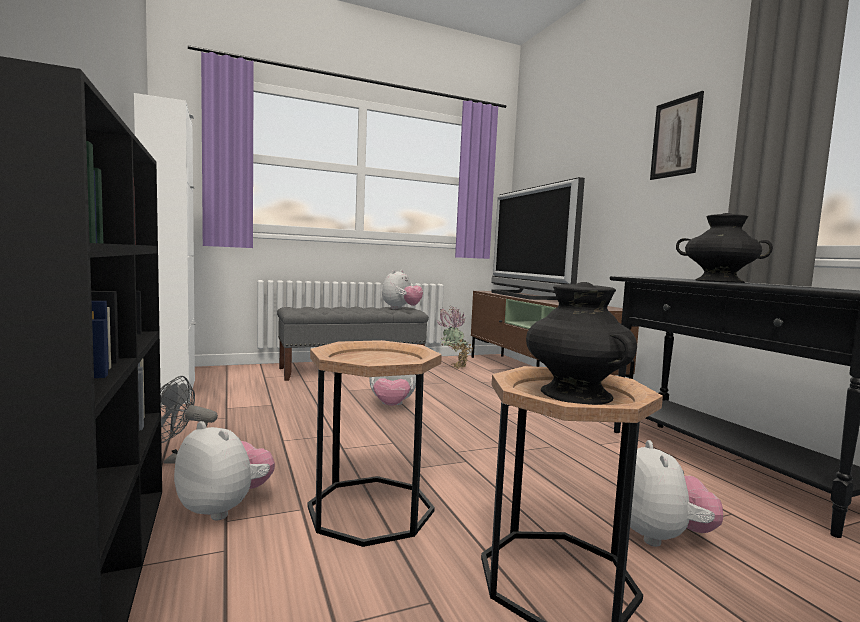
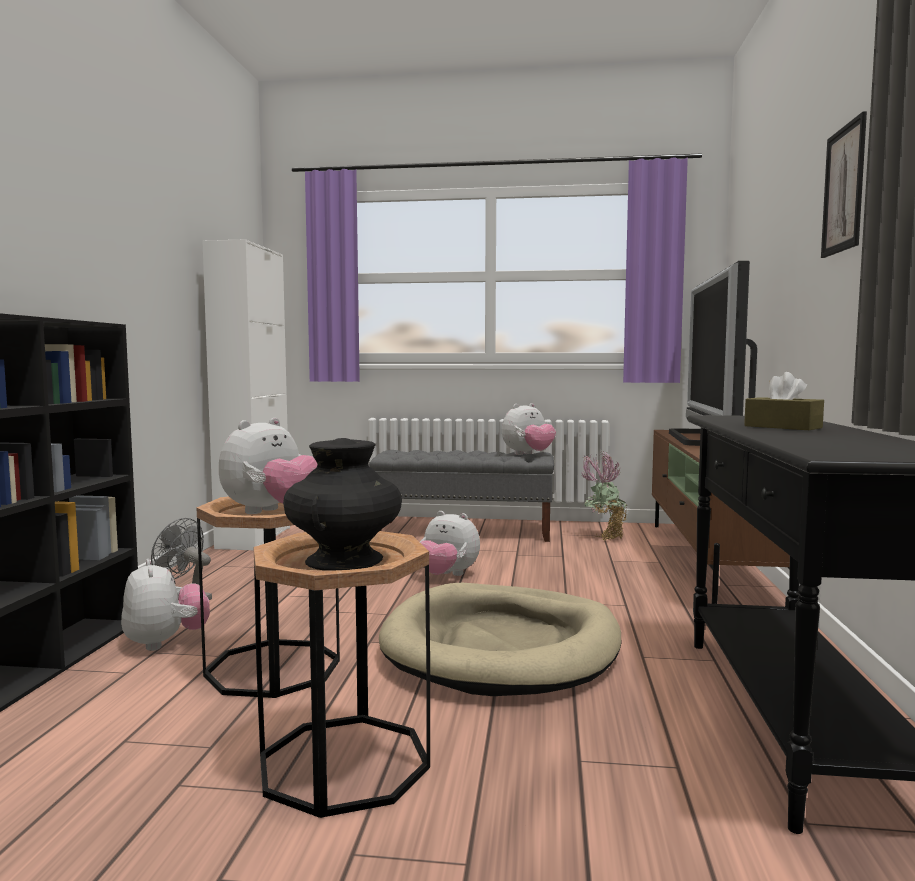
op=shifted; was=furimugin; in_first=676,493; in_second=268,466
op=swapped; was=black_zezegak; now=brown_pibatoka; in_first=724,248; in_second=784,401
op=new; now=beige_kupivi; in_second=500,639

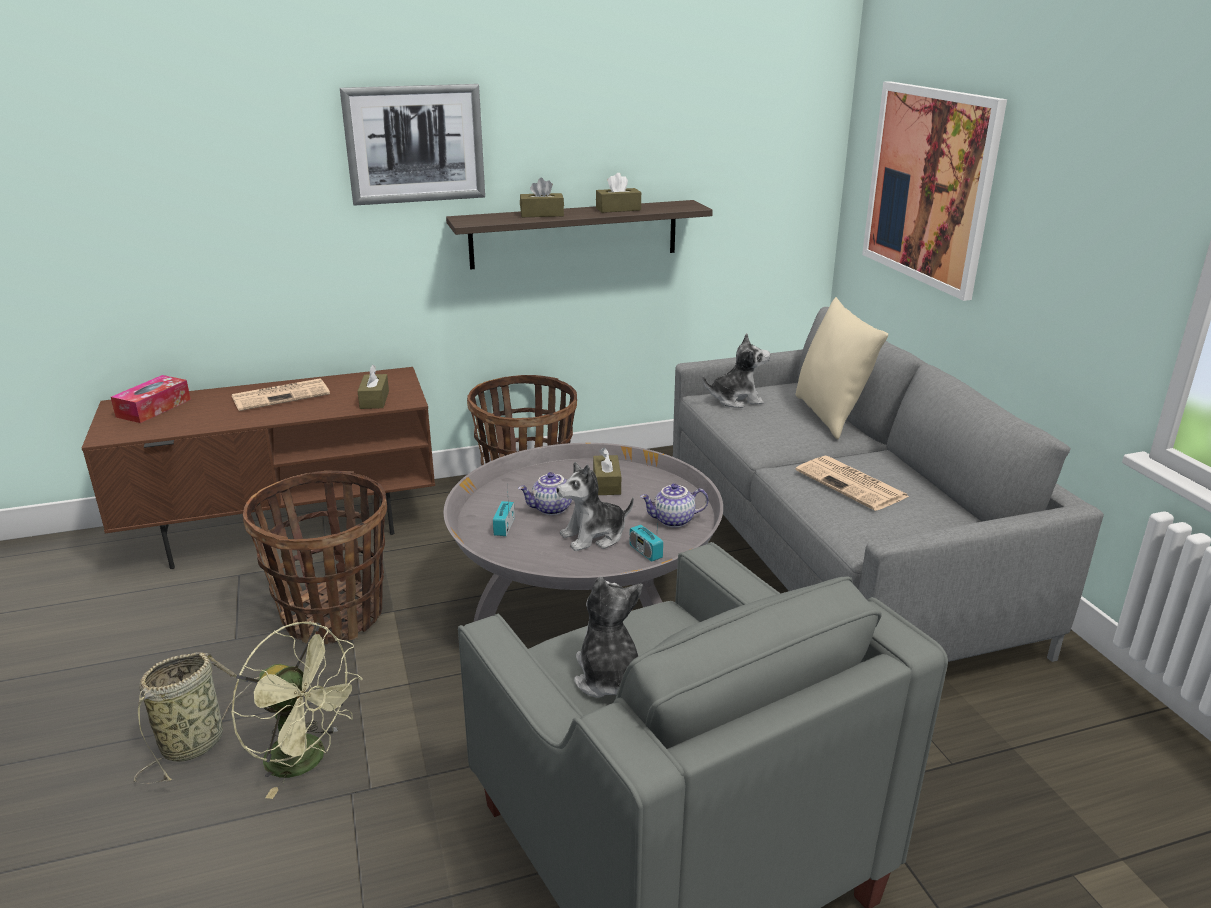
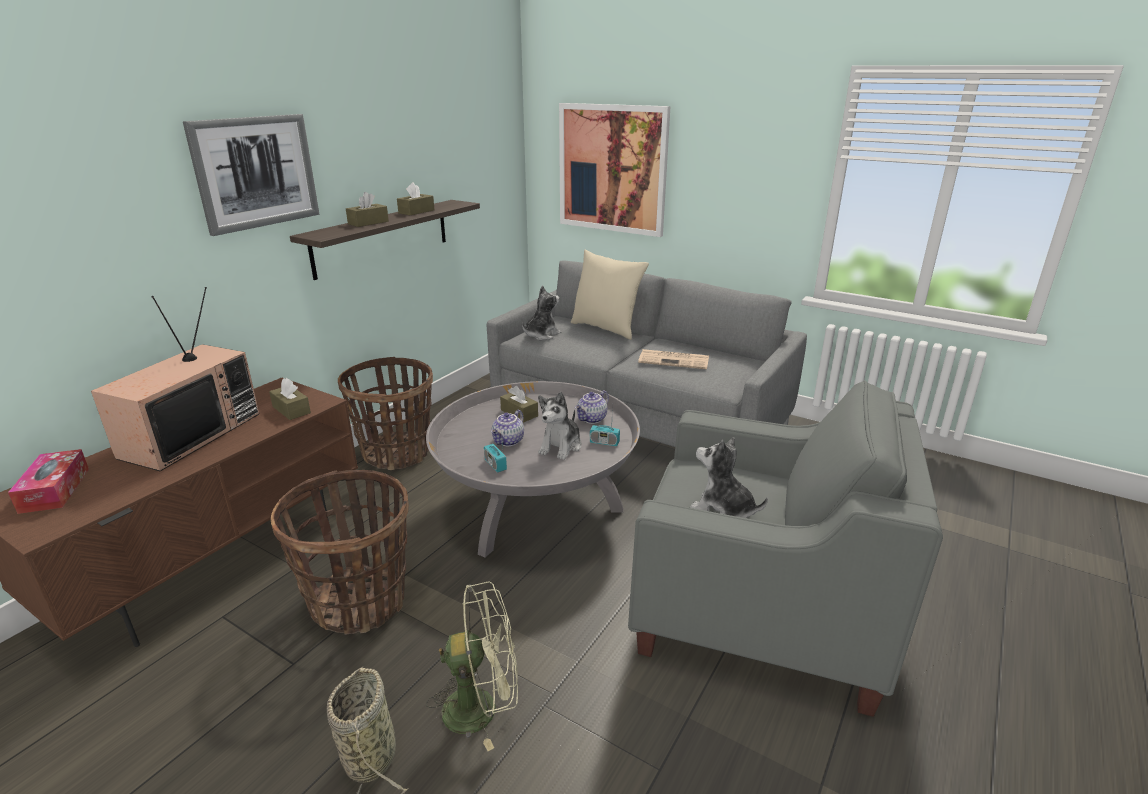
op=swapped; was=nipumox; now=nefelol; in_first=281,394; in_second=175,379

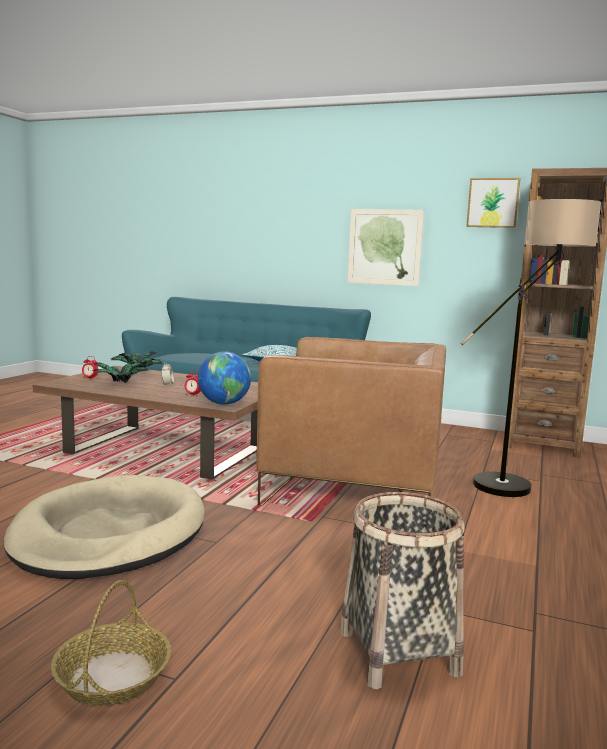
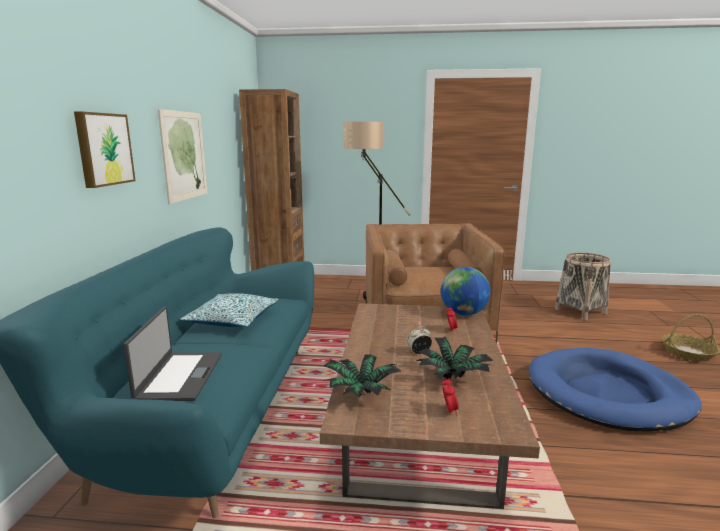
op=repainted; was=beige_kupivi; now=blue_kupivi; in_first=104,527; in_second=615,390
op=shifted; was=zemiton; in_first=493,203; in_second=104,150
op=new; now=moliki; in_second=172,353

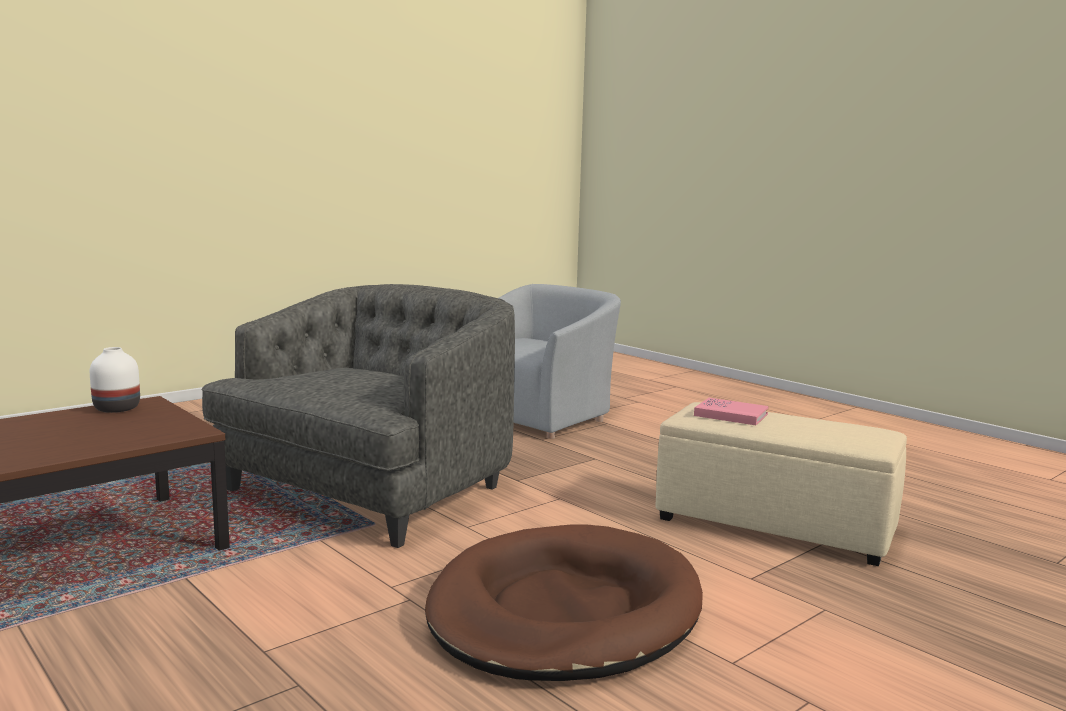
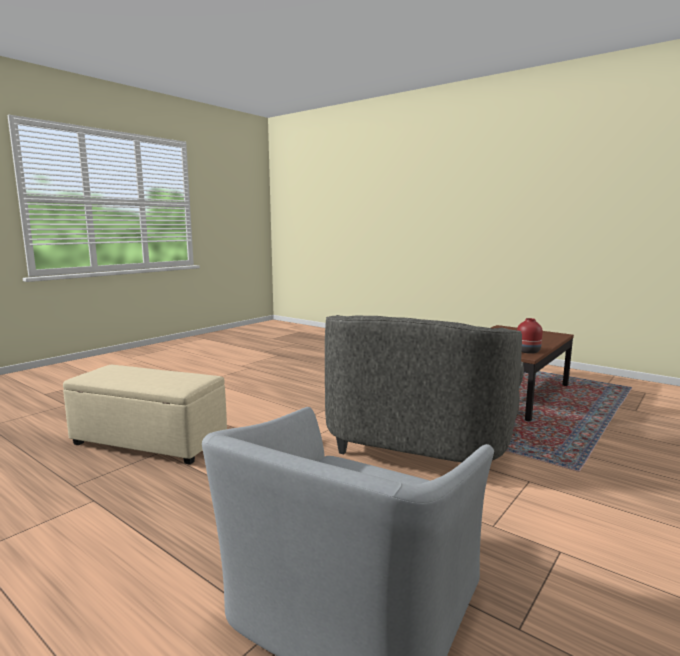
op=repainted; was=white_zezegak; now=red_zezegak; in_first=115,380; in_second=530,336
op=gone; was=brown_kupivi; in_first=564,602
op=gone; was=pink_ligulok; in_first=731,411

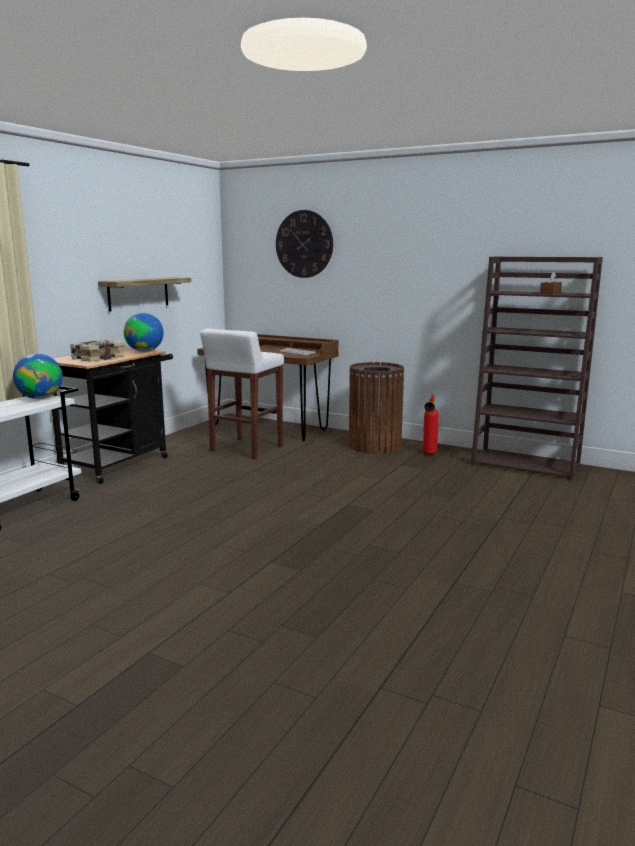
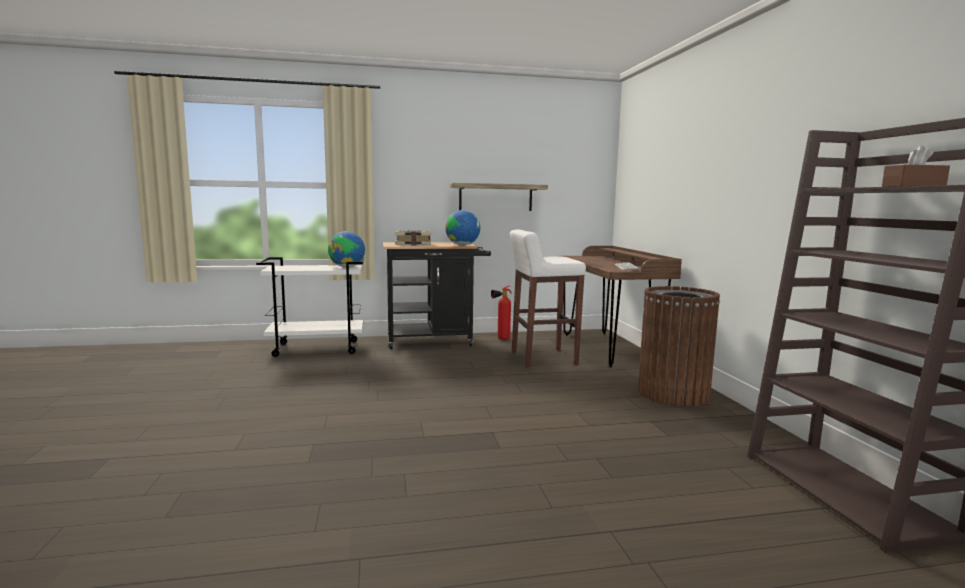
op=gone; was=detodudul; in_first=304,244
op=shifted; was=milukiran; in_first=431,424; in_second=501,312

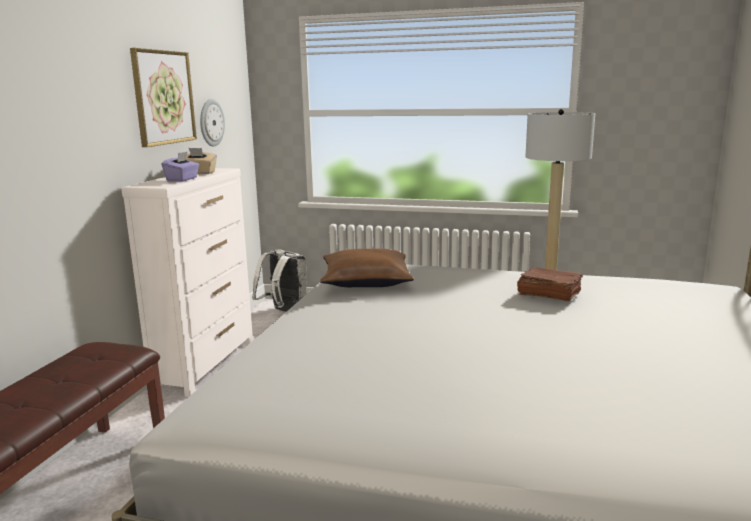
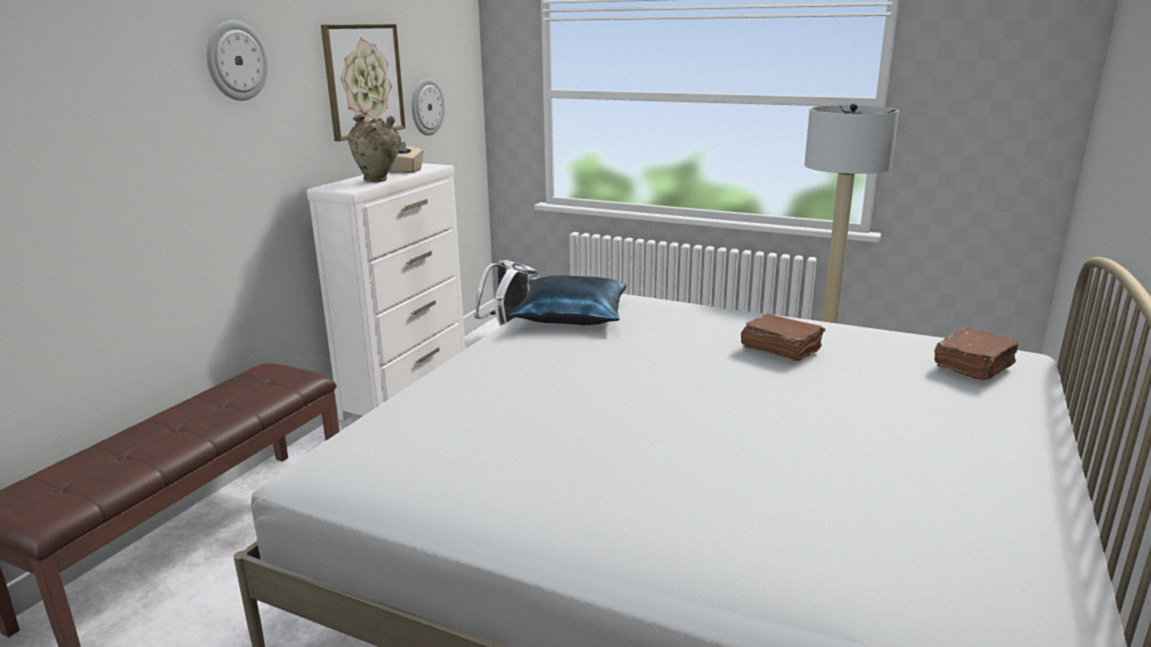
op=swapped; was=purple_pibatoka; now=beige_zezegak; in_first=180,166; in_second=374,148
op=repainted; was=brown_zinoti; now=blue_zinoti; in_first=367,268; in_second=567,300
op=new; now=detodudul; in_second=237,60
op=new; now=brown_ligulok; in_second=976,353

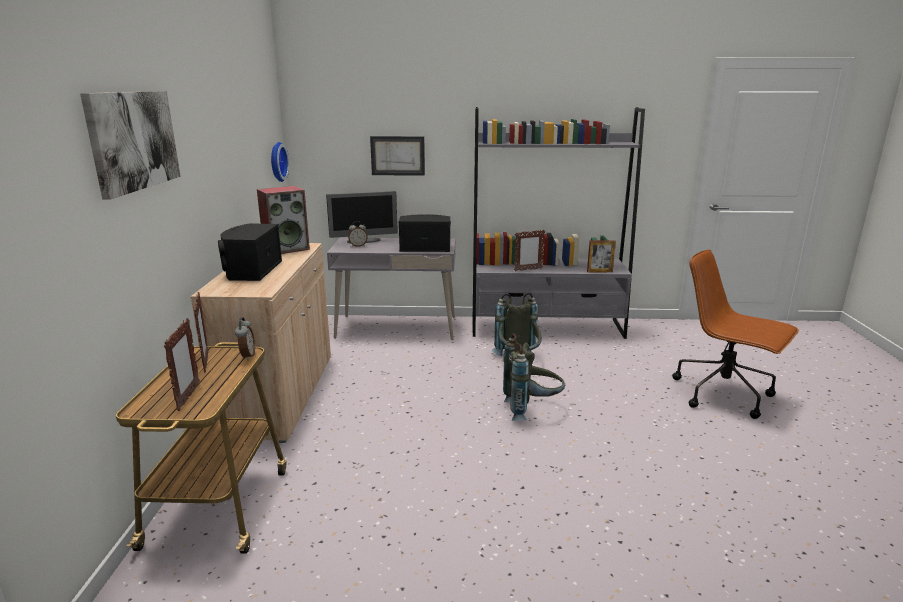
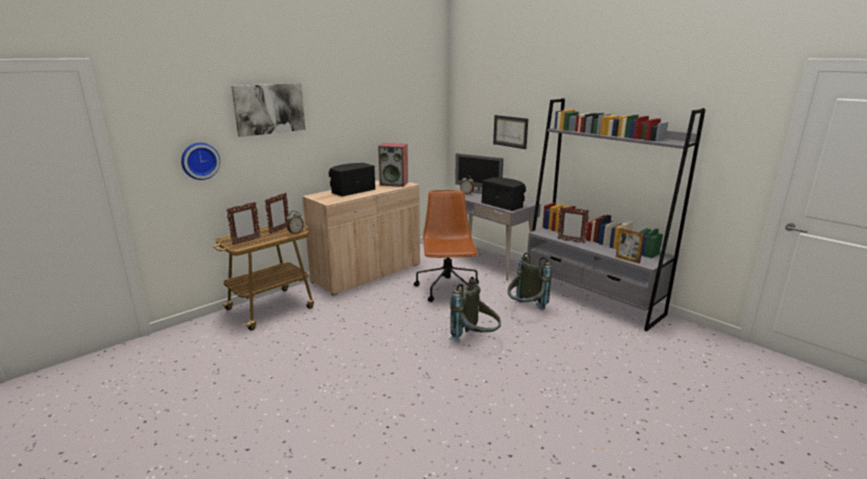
op=shifted; was=detodudul; in_first=280,162; in_second=200,161
op=shifted; was=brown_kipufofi; in_first=735,334; in_second=446,246

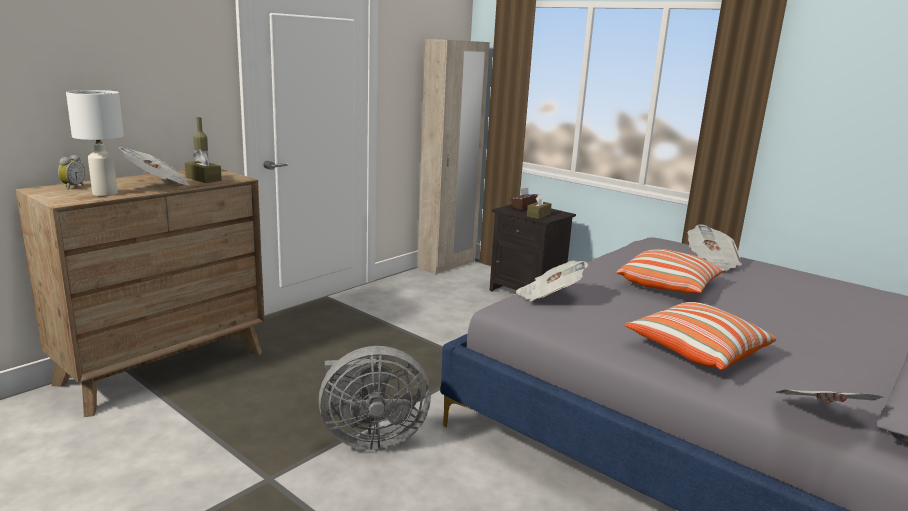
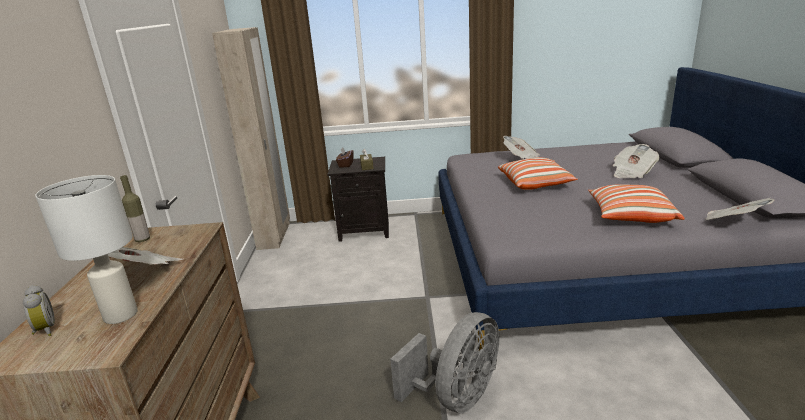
op=gone; was=brown_pibatoka; in_first=203,166
op=shifted; was=nipumox; in_first=552,281; in_second=636,161

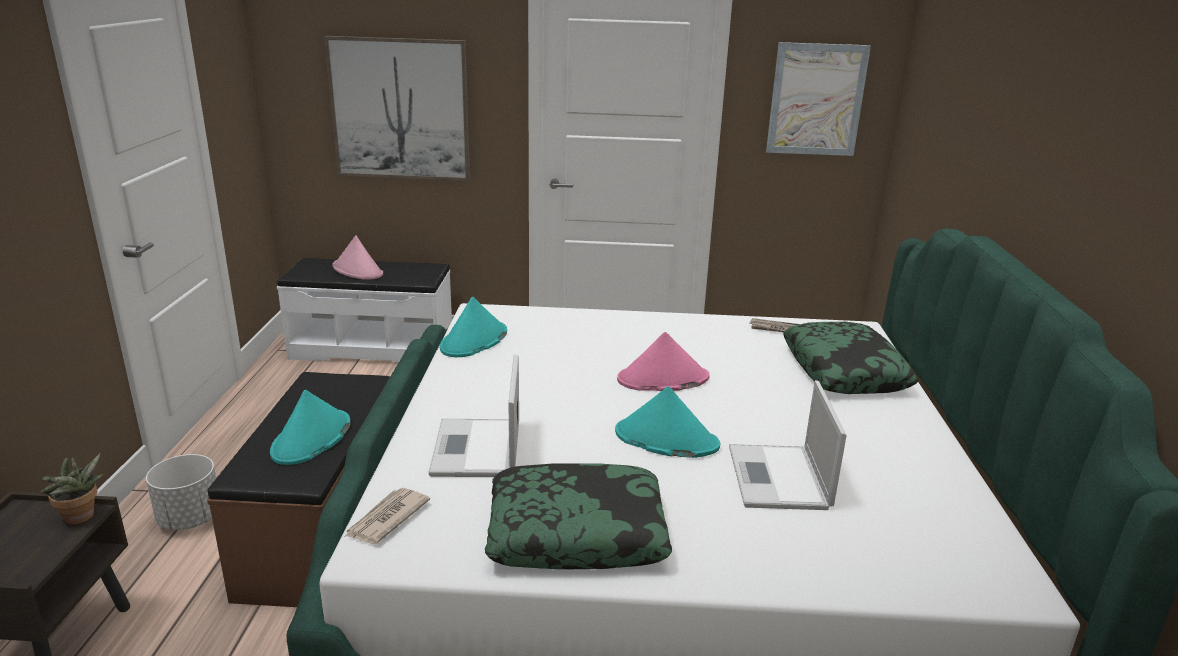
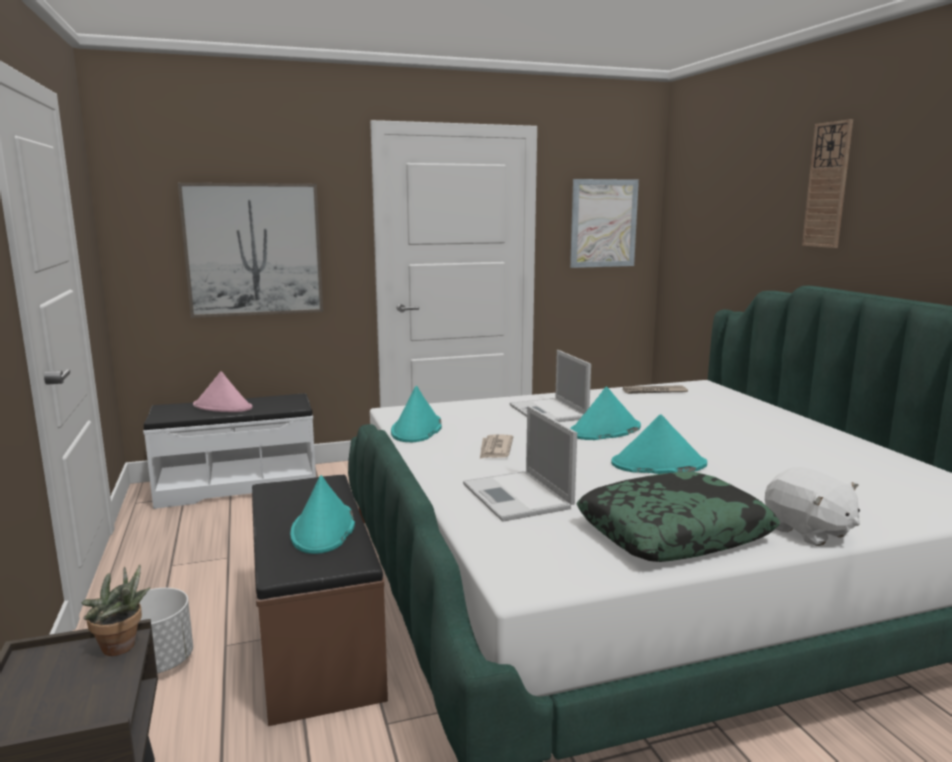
op=shifted; was=nipumox; in_first=387,516; in_second=496,446
op=repainted; was=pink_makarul; now=turquoise_makarul; in_first=663,361; in_second=605,413
op=shifted; was=moliki; in_first=788,445; in_second=550,386
op=gone; was=zinoti; in_first=850,358
op=new; now=white_furimugin; in_second=812,506
op=new; now=detodudul; in_second=827,183

